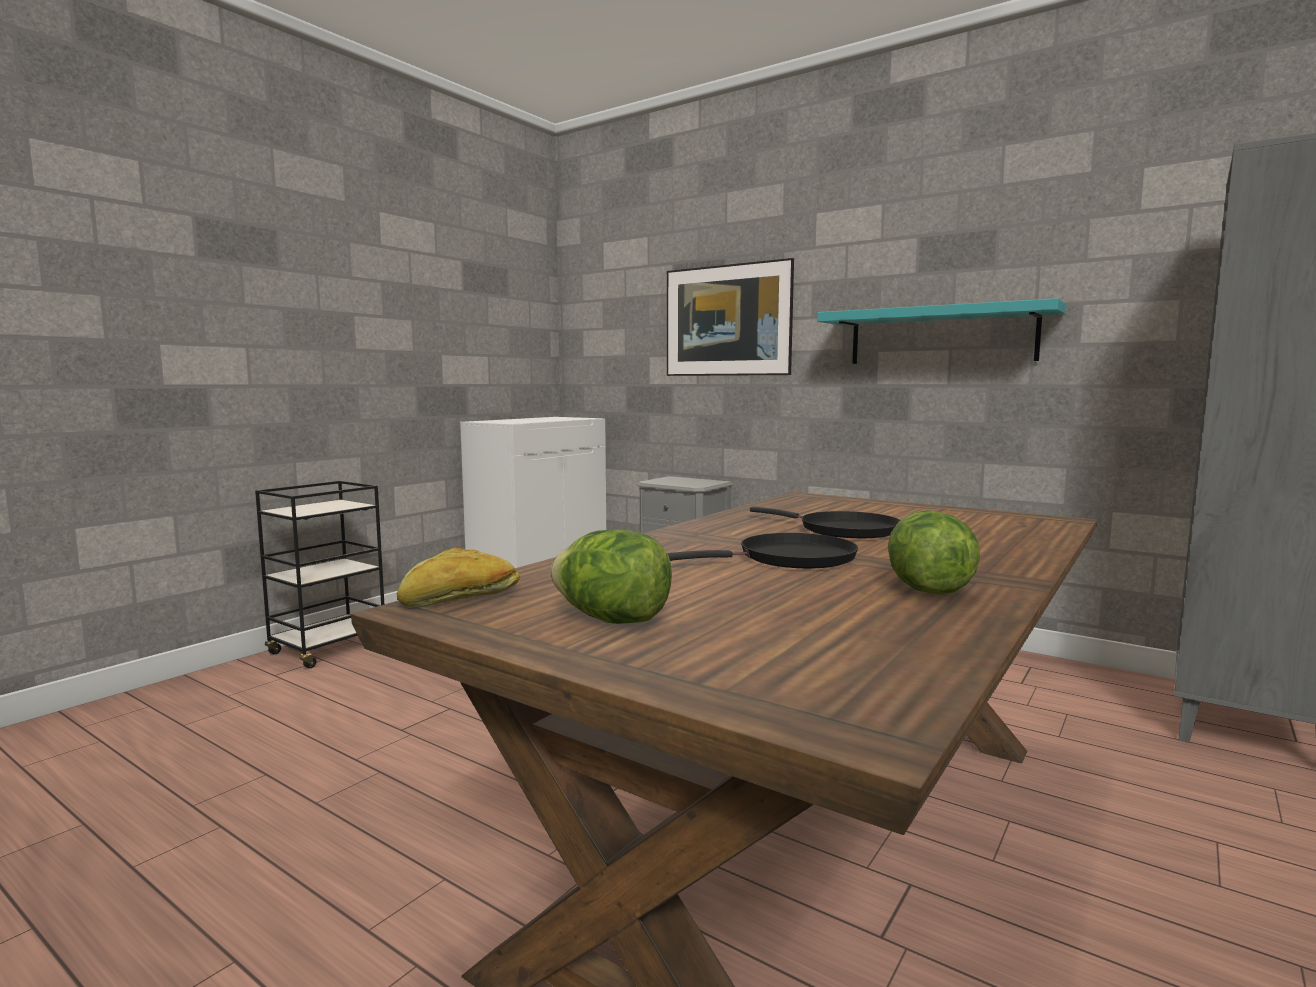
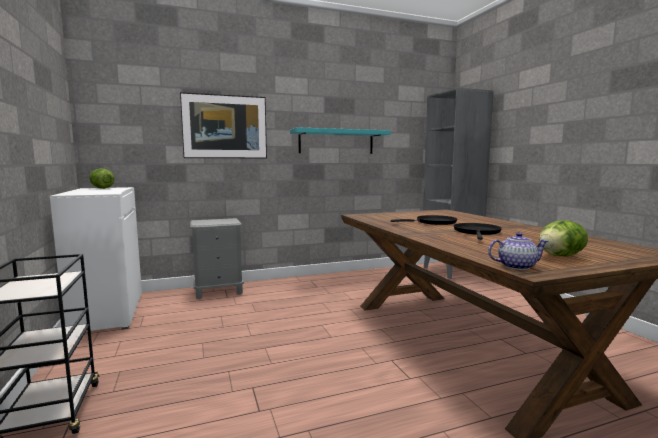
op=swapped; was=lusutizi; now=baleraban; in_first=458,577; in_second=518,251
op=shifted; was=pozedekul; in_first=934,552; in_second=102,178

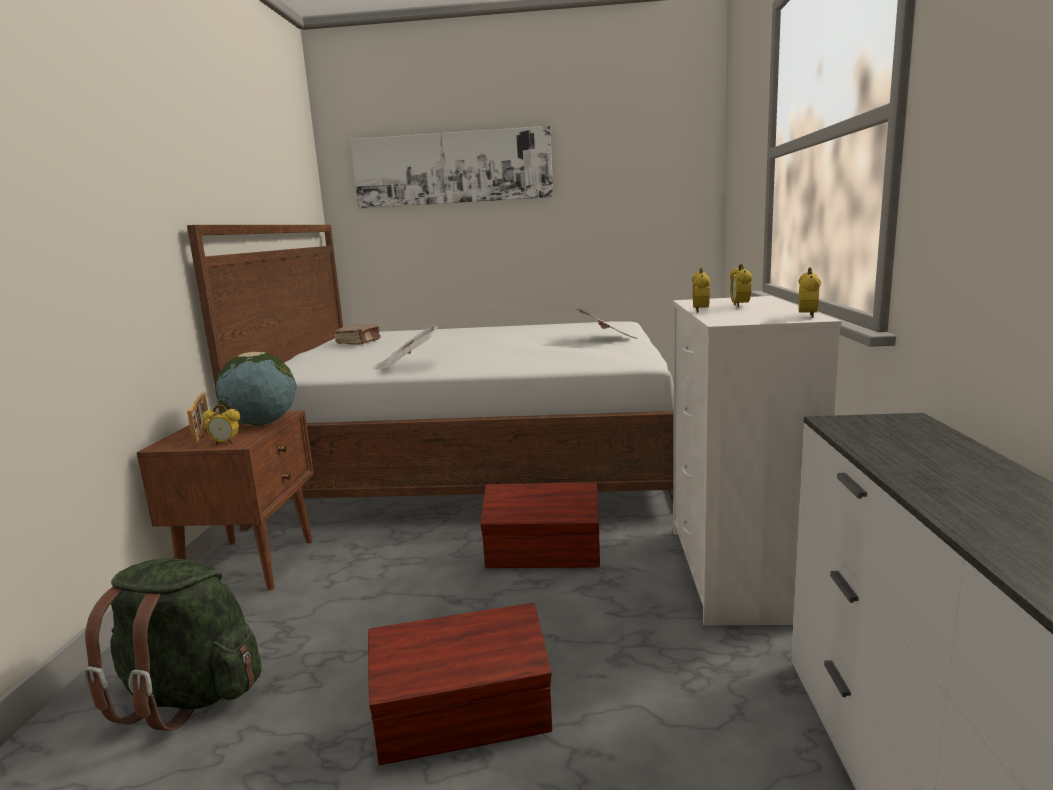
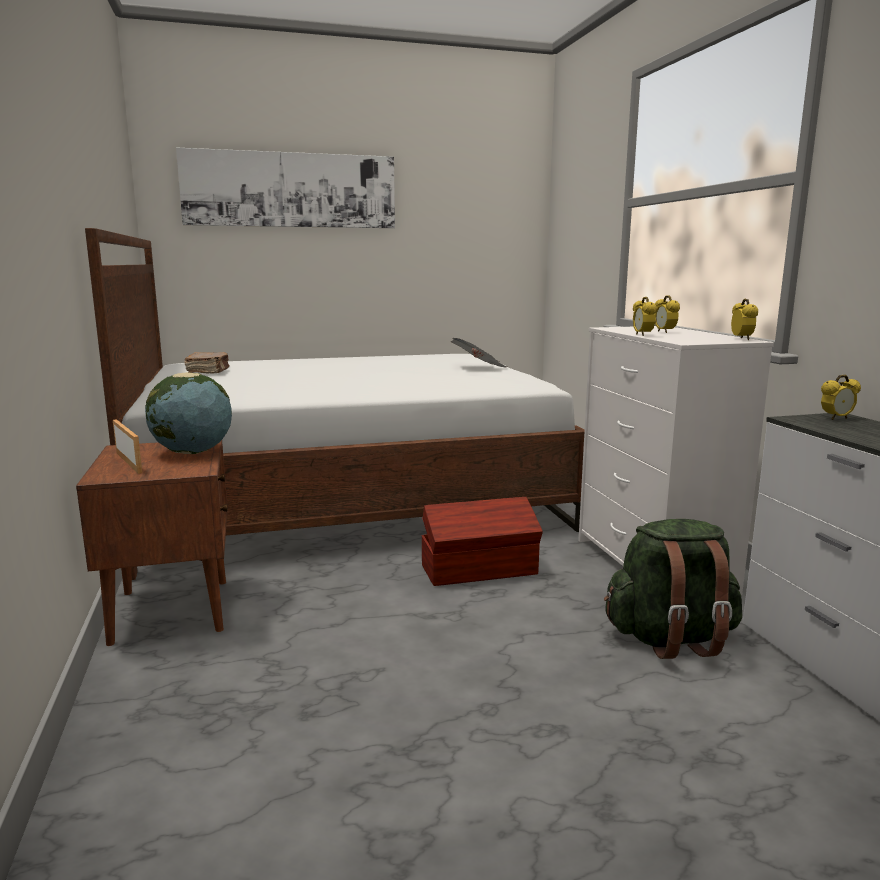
op=shifted; was=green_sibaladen; in_first=172,644; in_second=673,589
op=shifted; was=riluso; in_first=221,425; in_second=841,397
op=gone; was=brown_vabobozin; in_first=460,684
op=gone; was=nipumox; in_first=405,348

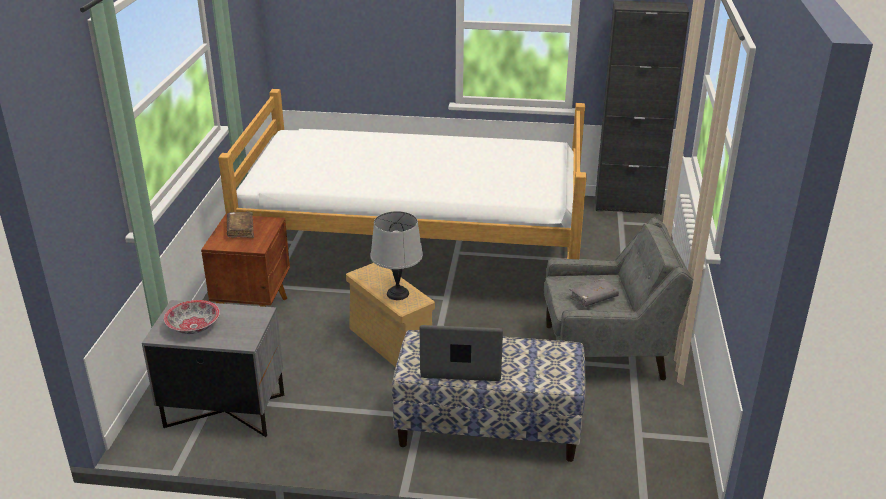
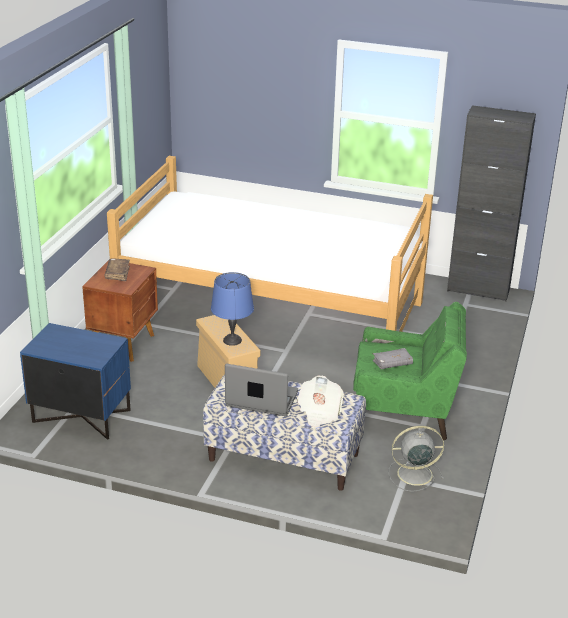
op=repainted; was=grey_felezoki; now=blue_felezoki; in_first=213,368; in_second=75,381
op=gone; was=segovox; in_first=192,317
op=repainted; was=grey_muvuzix; now=blue_muvuzix; in_first=397,255; in_second=232,309
op=repainted; was=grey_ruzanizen; now=green_ruzanizen; in_first=618,299; in_second=410,371
op=new; now=nipumox; in_second=320,401
op=new; now=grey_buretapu; in_second=416,459

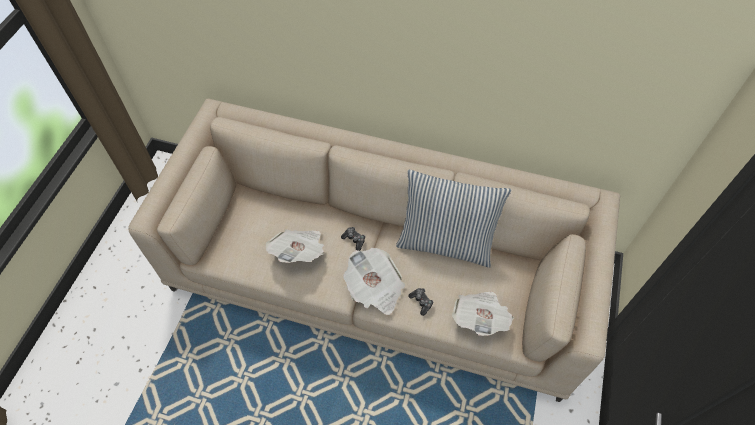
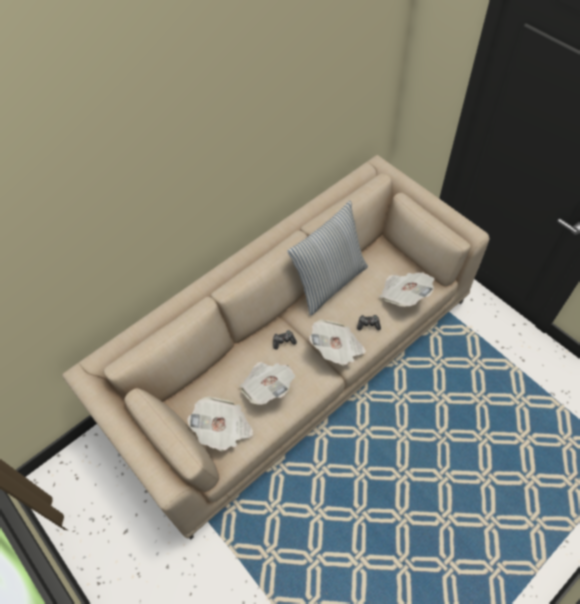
op=new; now=nipumox; in_second=220,423

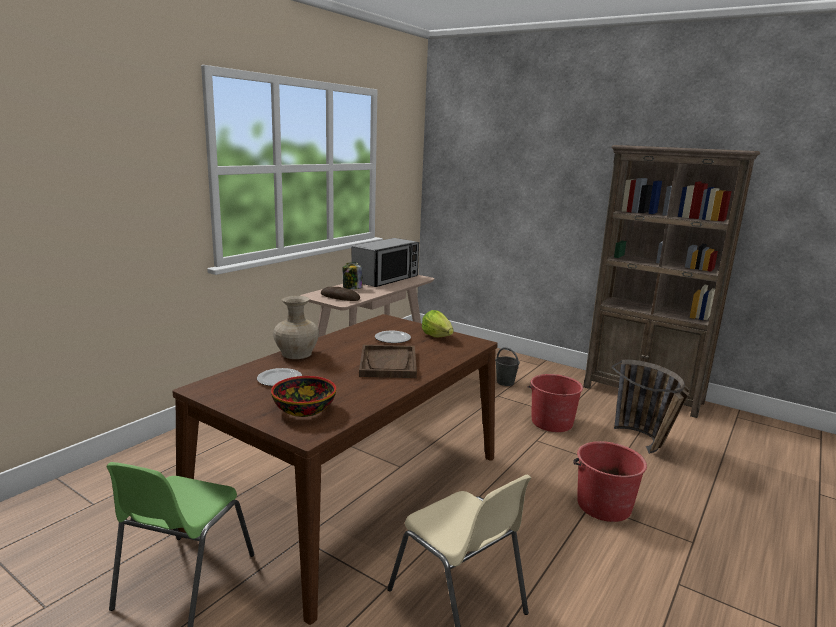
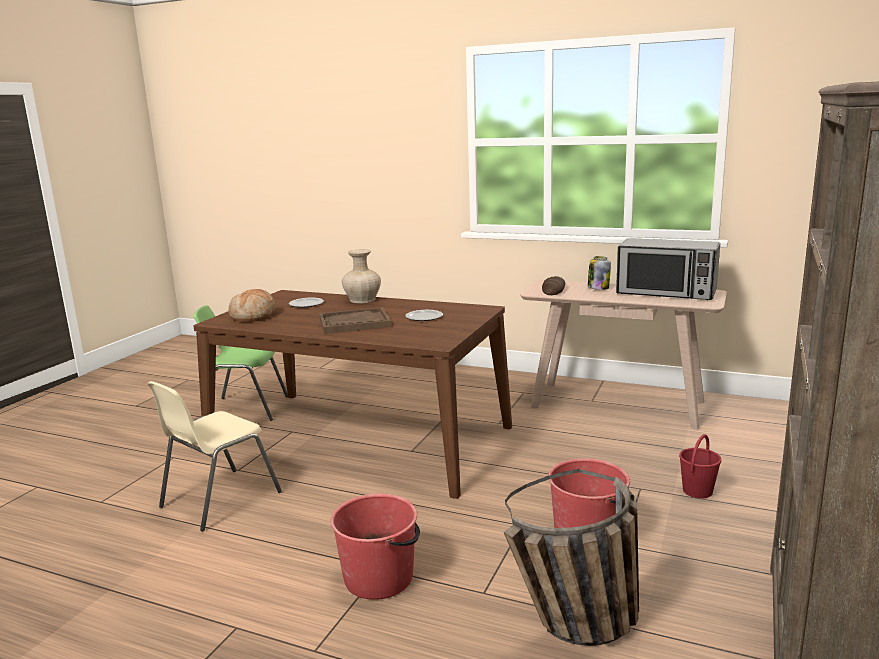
op=swapped; was=segovox; now=lusutizi; in_first=303,396; in_second=252,305
op=gone; was=pozedekul; in_first=438,323
op=repainted; was=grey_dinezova; now=red_dinezova; in_first=507,366; in_second=700,466

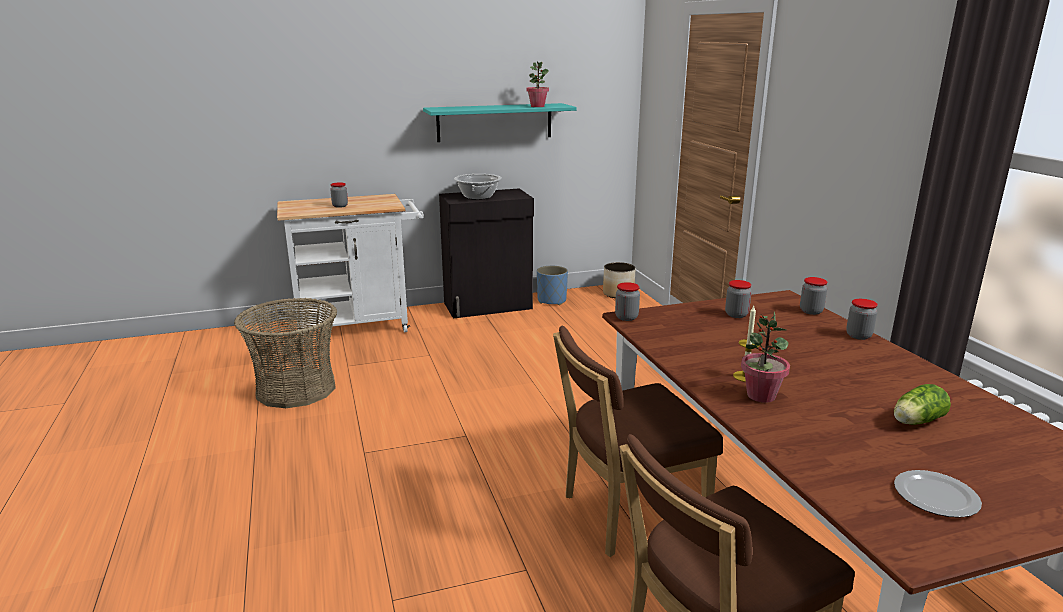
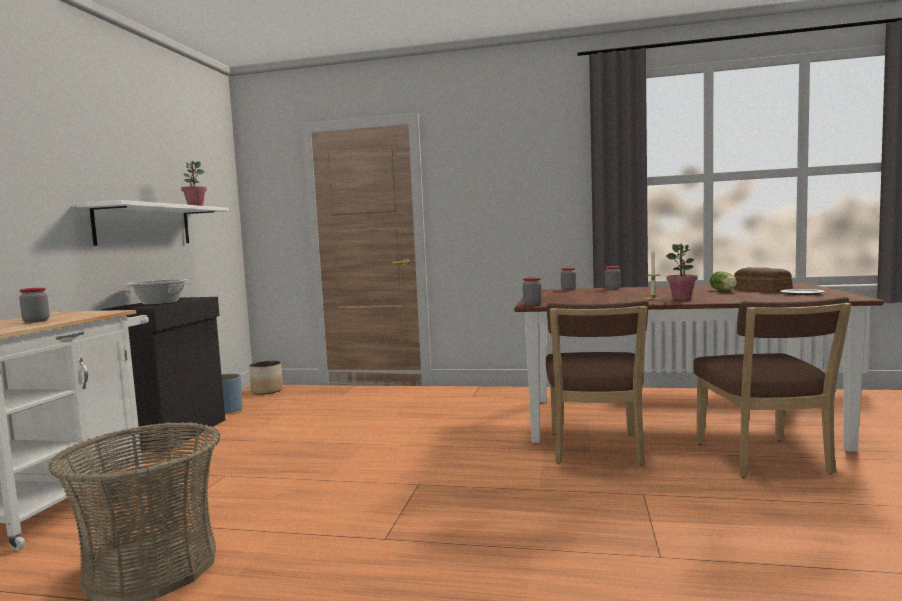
op=repainted; was=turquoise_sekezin; now=white_sekezin; in_first=500,122; in_second=152,223
op=gone; was=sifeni; in_first=738,299
op=new; now=lusutizi; in_second=763,279

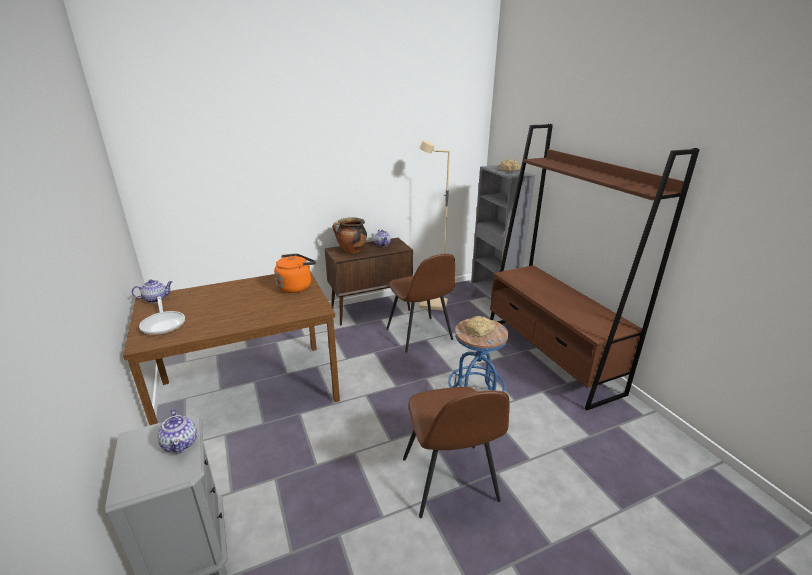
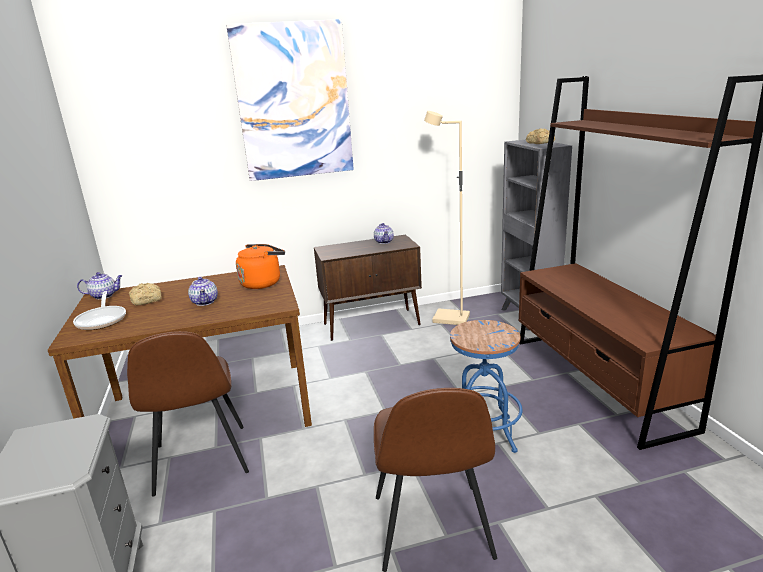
op=shifted; was=baleraban; in_first=177,431; in_second=203,291
op=gone; was=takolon; in_first=349,235
op=shifted; was=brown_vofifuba; in_first=420,303; in_second=188,413
op=shifted; was=lusutizi; in_first=480,326; in_second=145,294
op=new; now=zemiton; in_second=290,100

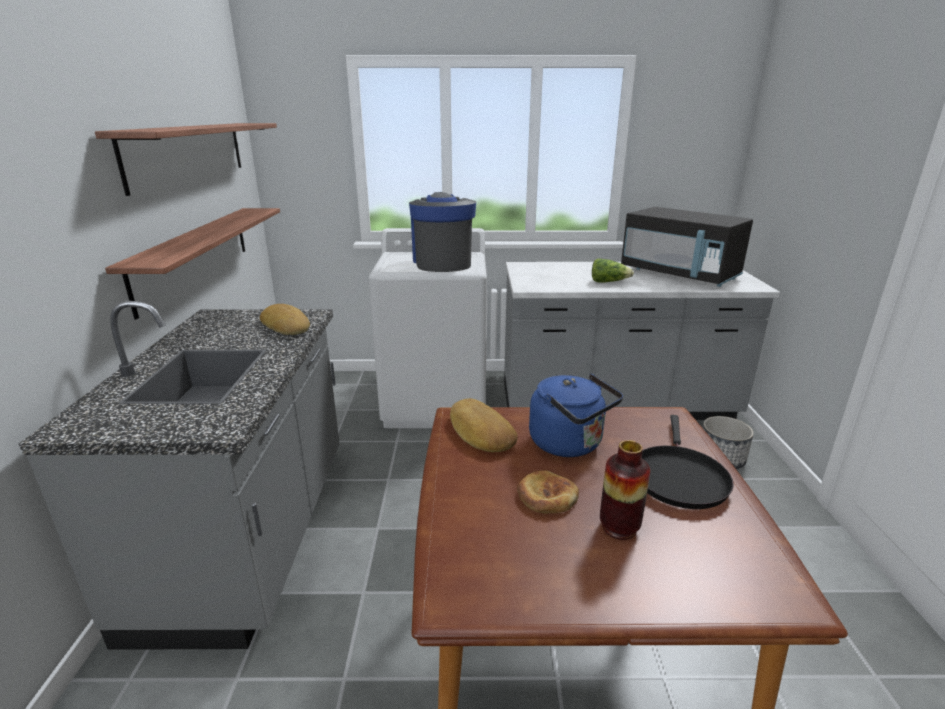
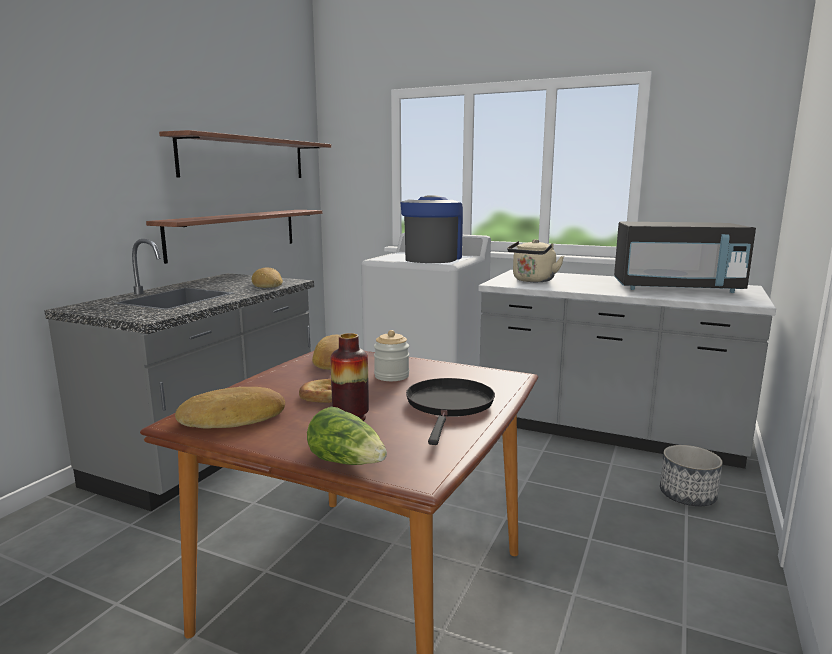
op=swapped; was=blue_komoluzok; now=sifeni; in_first=576,415; in_second=391,355
op=shifted; was=pozedekul; in_first=613,270; in_second=347,436
op=rotated; was=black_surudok; in_first=687,247; in_second=685,257; clockwise=-60
op=rotated; was=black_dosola; in_first=688,462; in_second=450,411; clockwise=150
op=new; now=lusutizi; in_second=230,408
op=new; now=beige_komoluzok; in_second=535,260

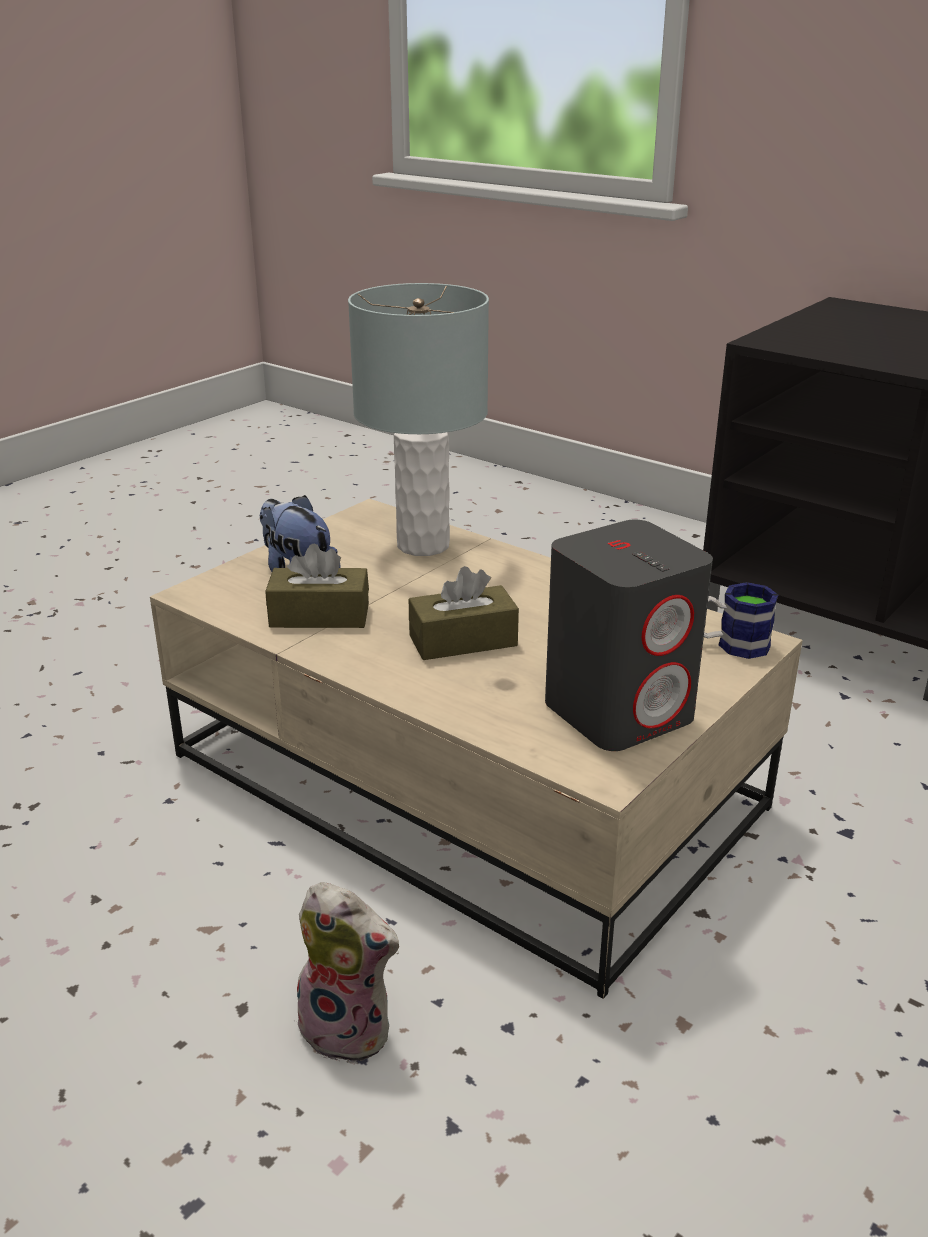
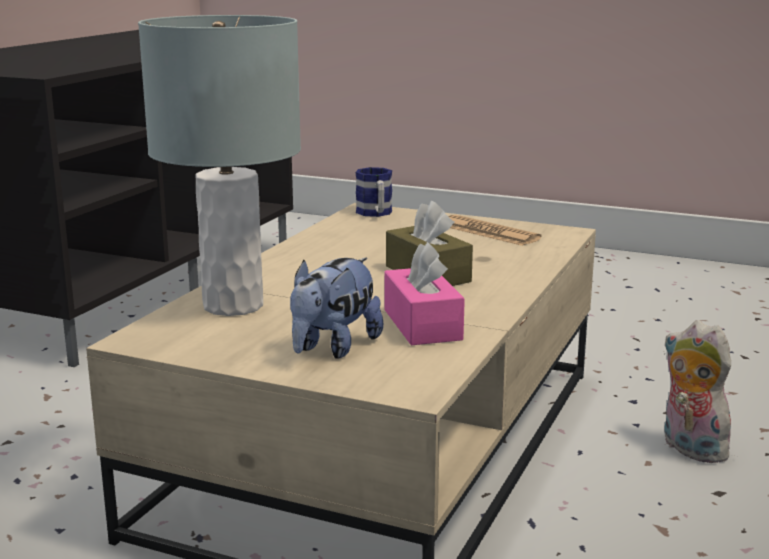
op=repainted; was=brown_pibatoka; now=pink_pibatoka; in_first=317,586; in_second=424,293
op=rotated; was=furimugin; in_first=345,973; in_second=697,391; clockwise=-45
op=swapped; was=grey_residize; now=nipumox; in_first=629,635; in_second=494,230

